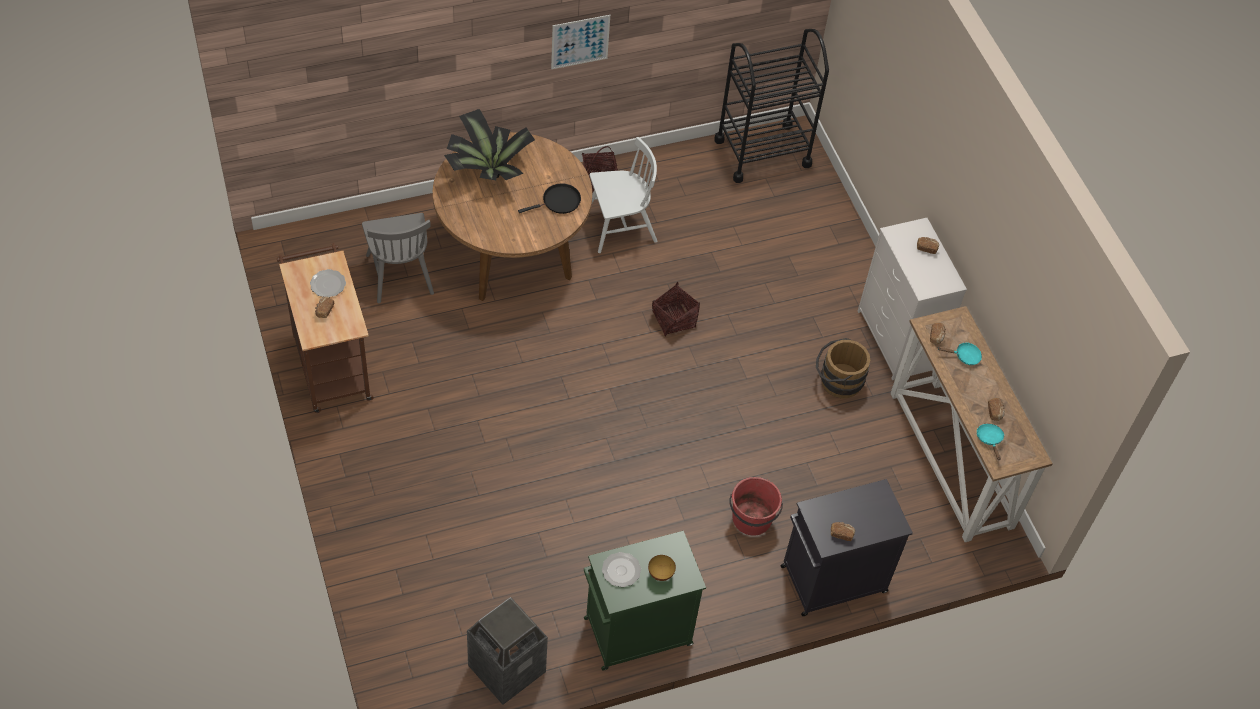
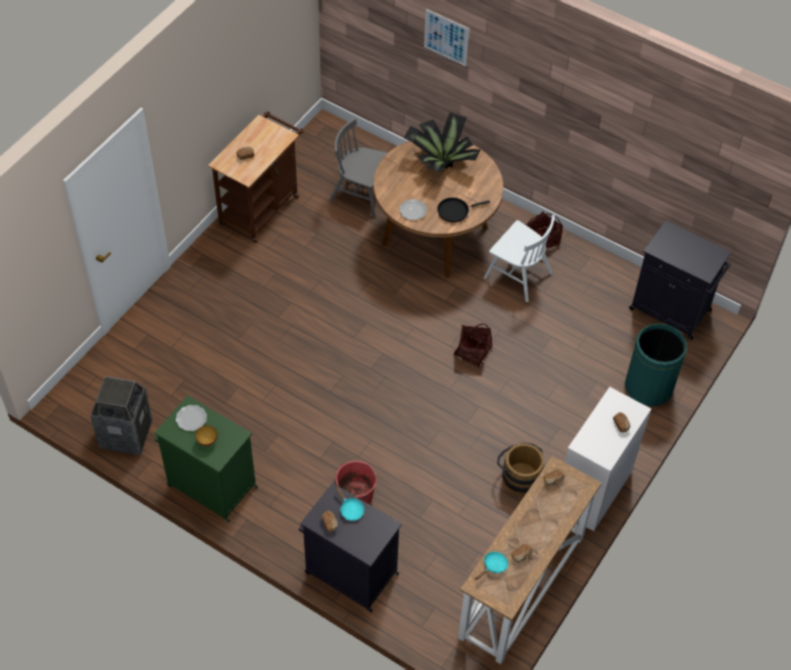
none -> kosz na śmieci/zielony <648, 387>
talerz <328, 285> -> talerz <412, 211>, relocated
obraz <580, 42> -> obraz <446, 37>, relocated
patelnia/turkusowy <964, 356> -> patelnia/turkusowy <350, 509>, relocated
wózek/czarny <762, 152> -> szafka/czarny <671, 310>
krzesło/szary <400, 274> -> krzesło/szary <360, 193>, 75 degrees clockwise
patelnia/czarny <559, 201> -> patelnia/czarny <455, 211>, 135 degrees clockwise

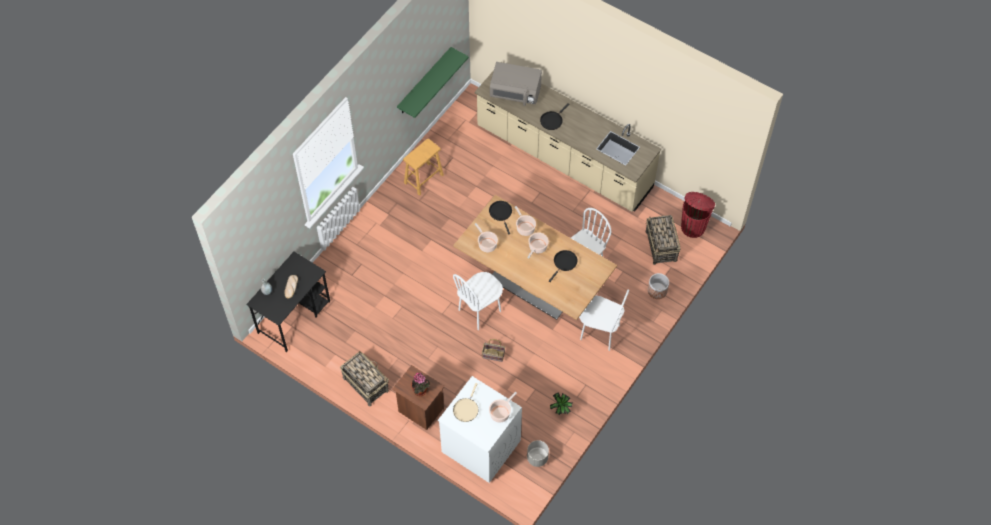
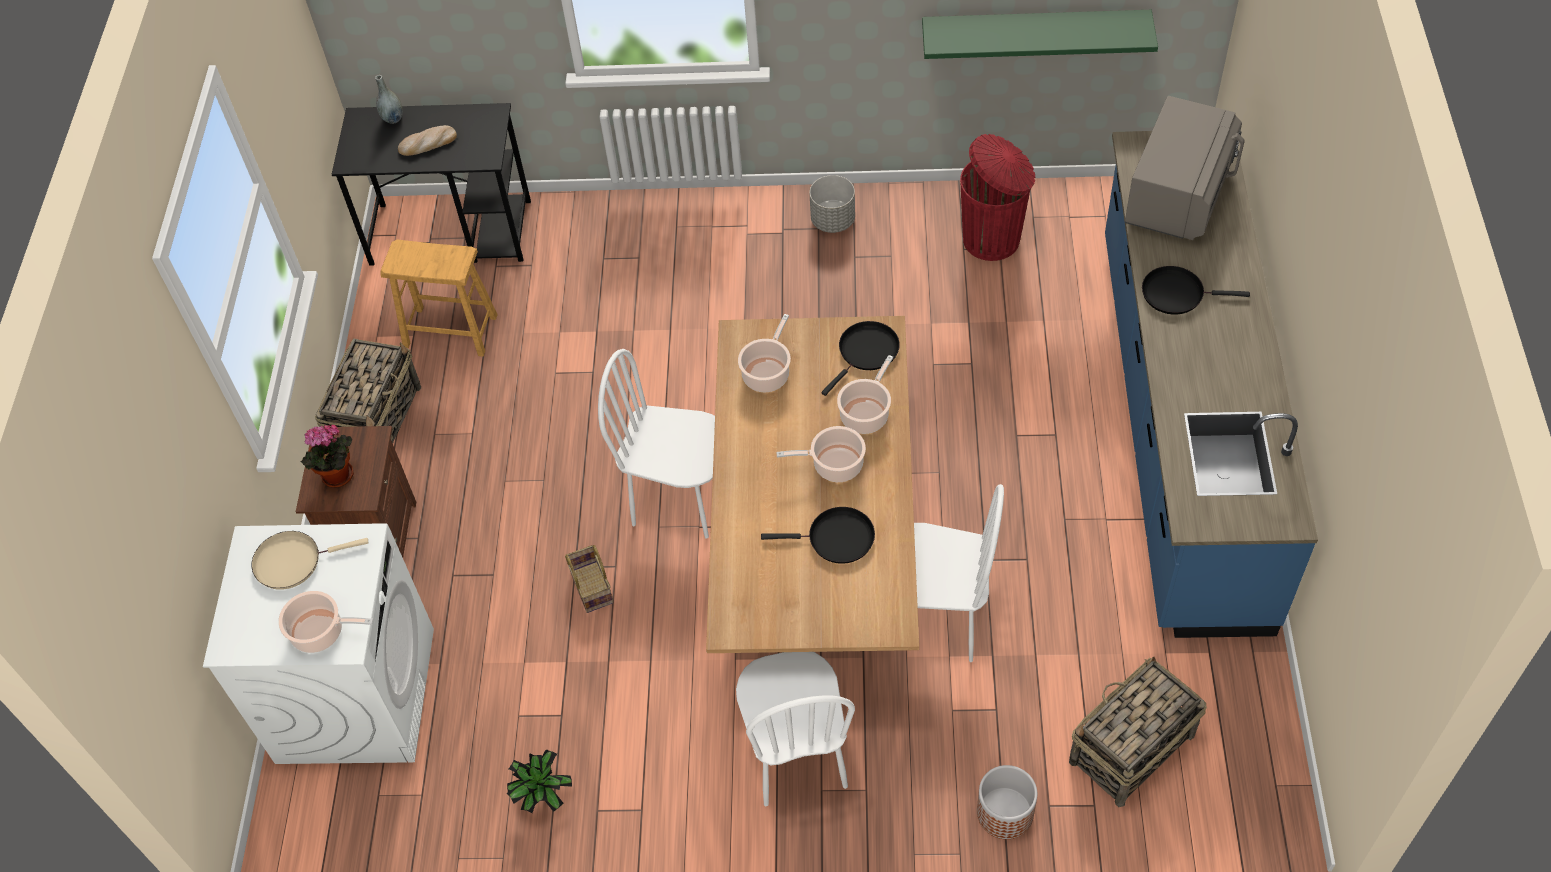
stołek/brązowy <423, 179> -> stołek/brązowy <450, 331>, relocated
donica/szary <537, 458> -> donica/szary <833, 220>, relocated
kosz na śmieci/czerwony <693, 226> -> kosz na śmieci/czerwony <993, 239>, relocated
zabudowa kuchenna/beżowy <563, 158> -> zabudowa kuchenna/niebieski <1179, 425>
mikrofalówka/szary <515, 93> -> mikrofalówka/szary <1179, 195>, 135 degrees counterclockwise

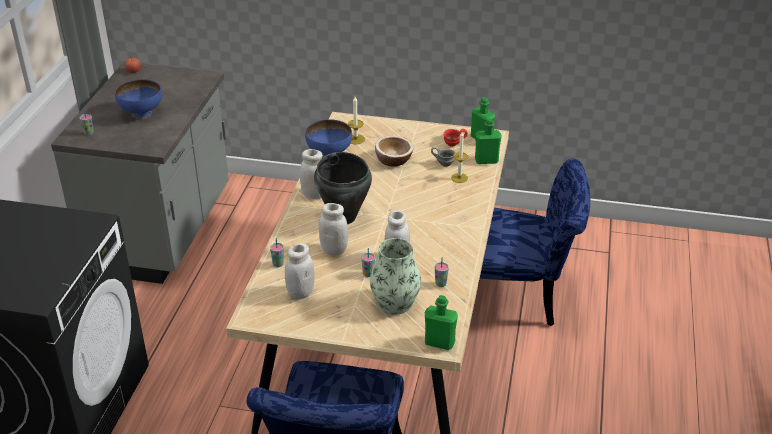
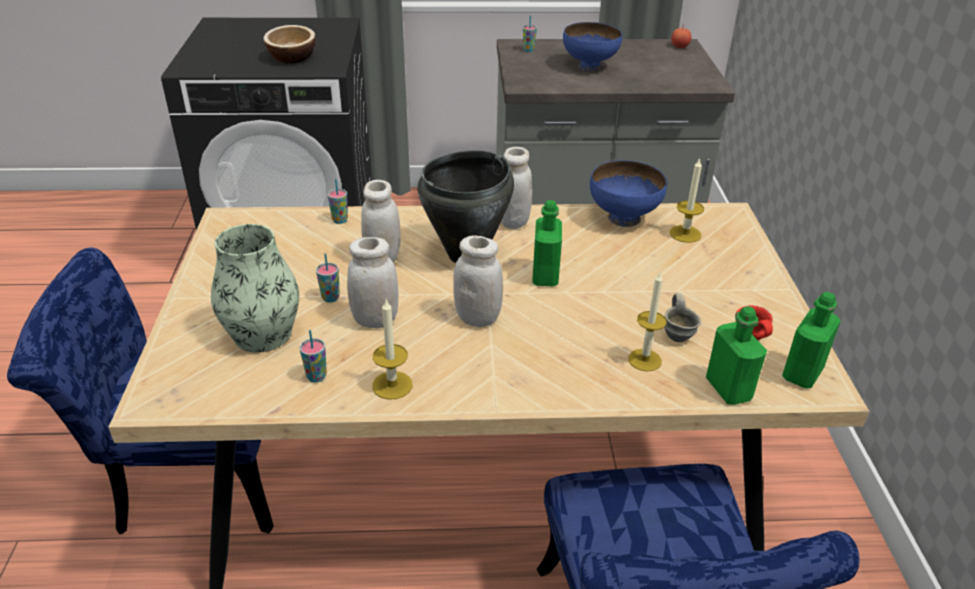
none -> świeca <392, 385>
słoik/biały <300, 293> -> słoik/biały <478, 318>, relocated
miska <393, 160> -> miska <292, 58>, relocated
butelka/zielony <439, 343> -> butelka/zielony <545, 276>, relocated

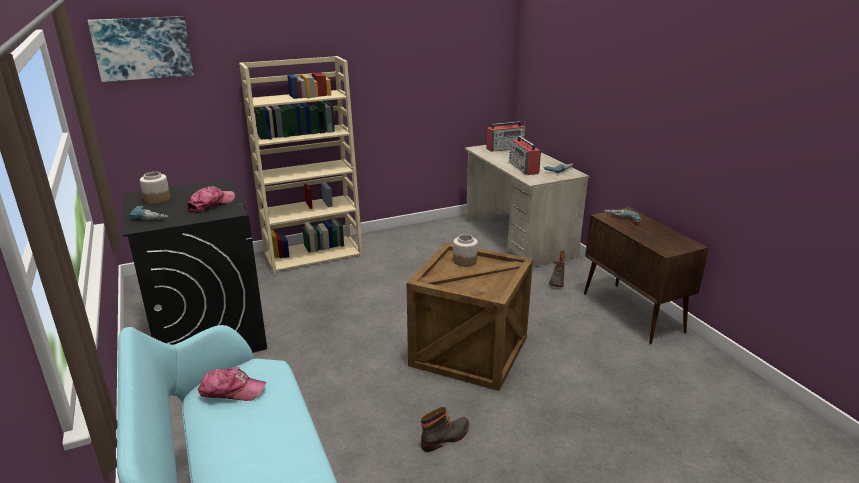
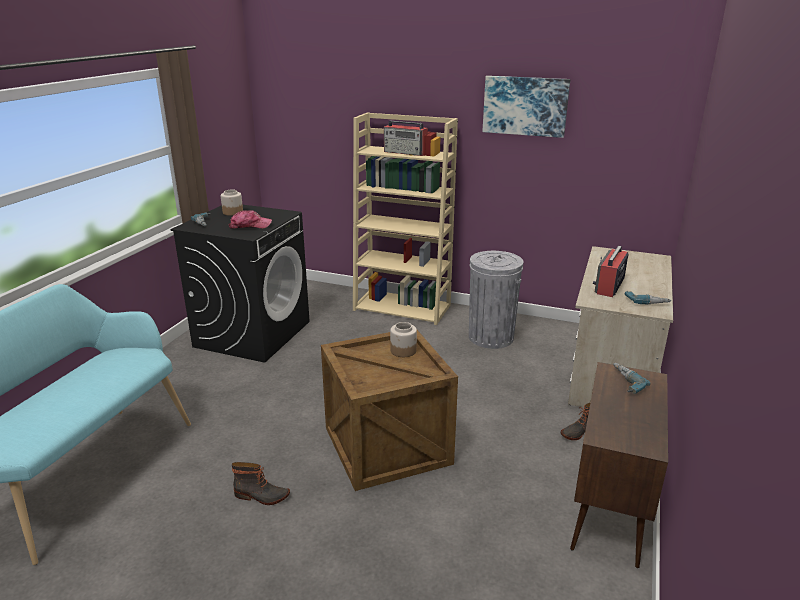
czapka z daszkiem <232, 390> -> none
none -> kosz na śmieci/szary <491, 337>
obraz <143, 48> -> obraz <525, 106>, relocated
radio <505, 148> -> radio <406, 152>, relocated

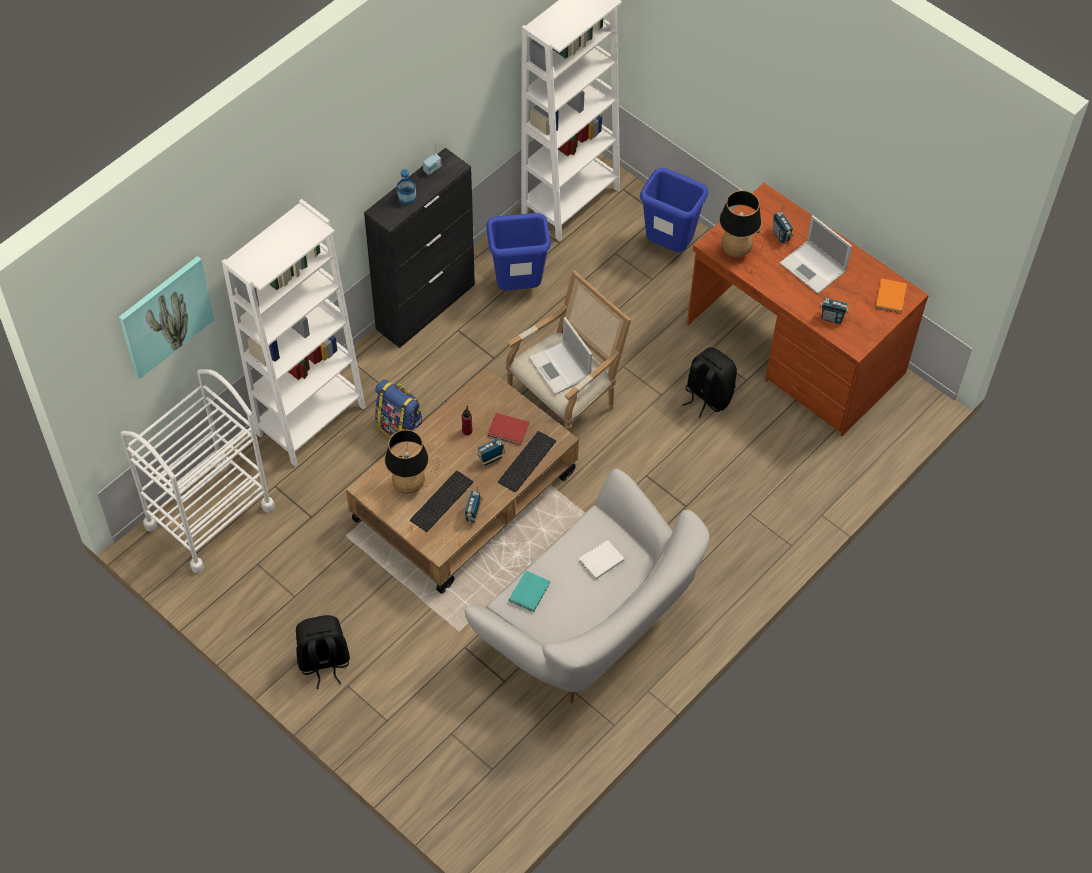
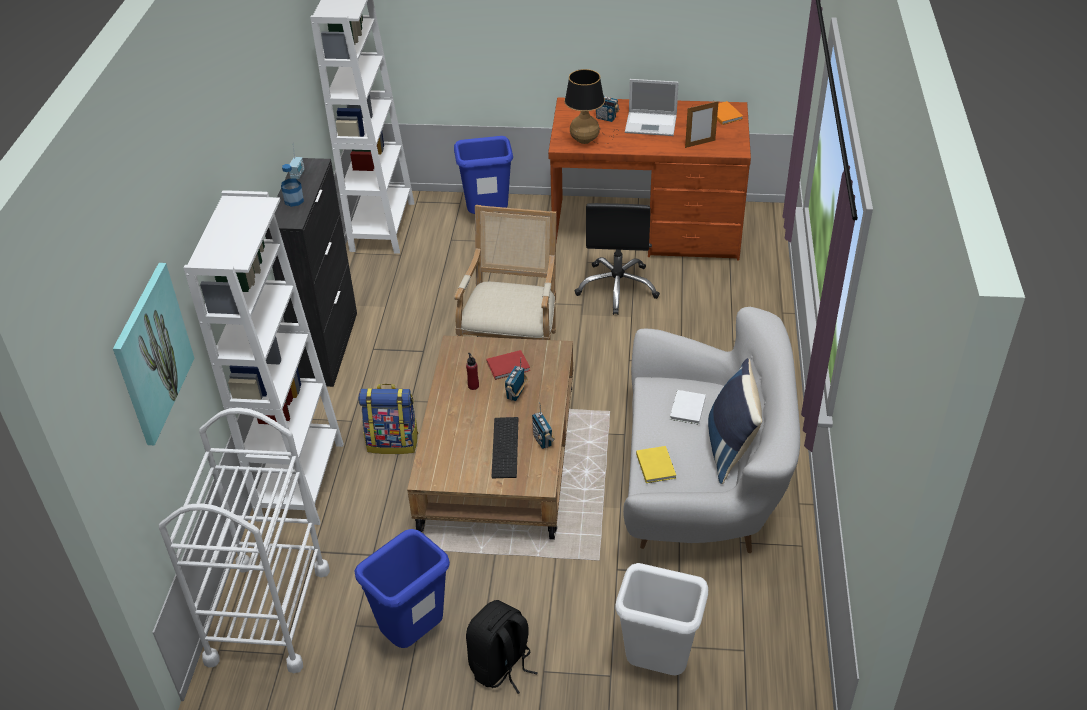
lampa stołowa <412, 482> -> none
klawiatura <527, 463> -> none
laptop <560, 368> -> none
none -> kosz na śmieci/biały <656, 665>
none -> poduszka/niebieski <731, 449>
kosz na śmieci/niebieski <519, 287> -> kosz na śmieci/niebieski <414, 635>, relocated
plecak/czarny <707, 396> -> krzesło biurowe/czarny <617, 287>
radio <831, 318> -> ramka na zdjęcie <700, 144>
książka/turkusowy <530, 591> -> książka/żółty <656, 465>

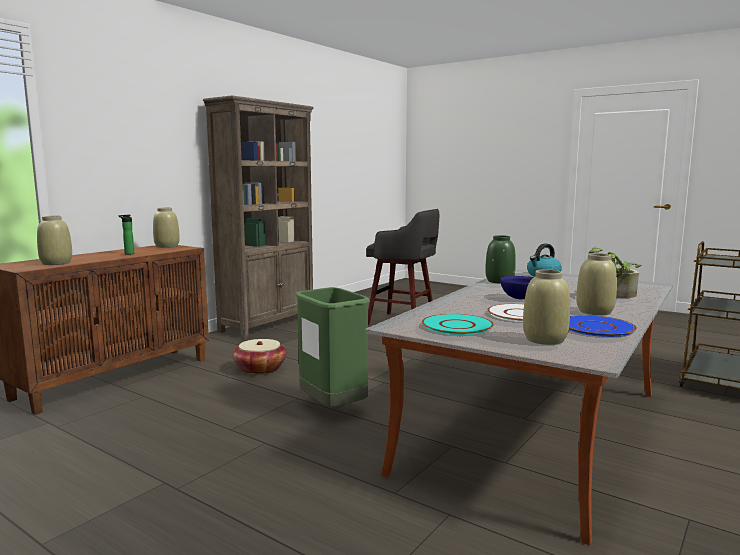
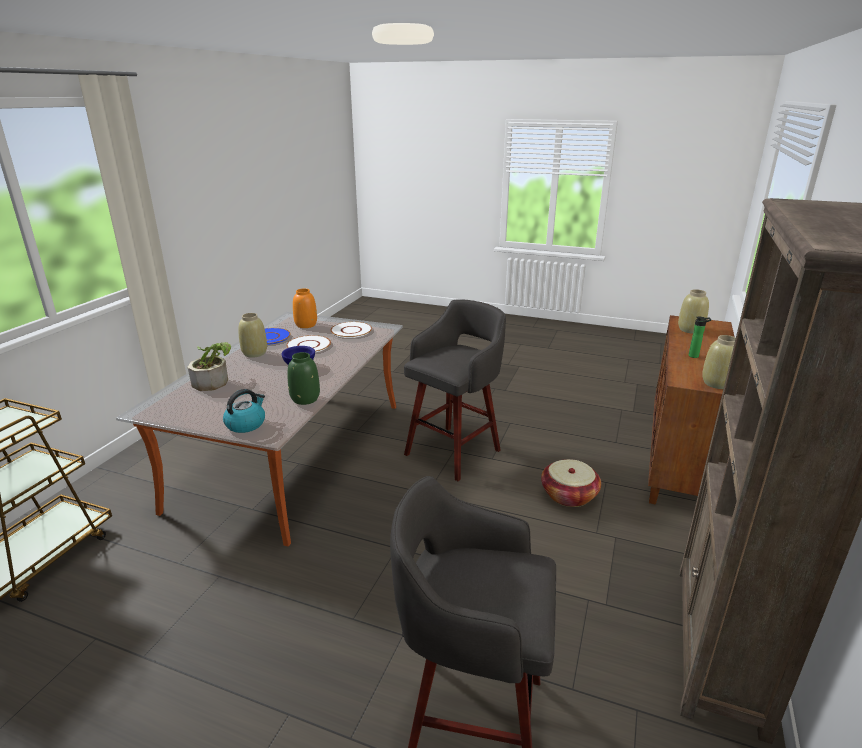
kosz na śmieci/zielony <332, 408> -> stołek/szary <455, 451>
talerz/turkusowy <457, 326> -> talerz/biały <351, 330>
wazon/beżowy <545, 340> -> wazon/pomarańczowy <305, 325>

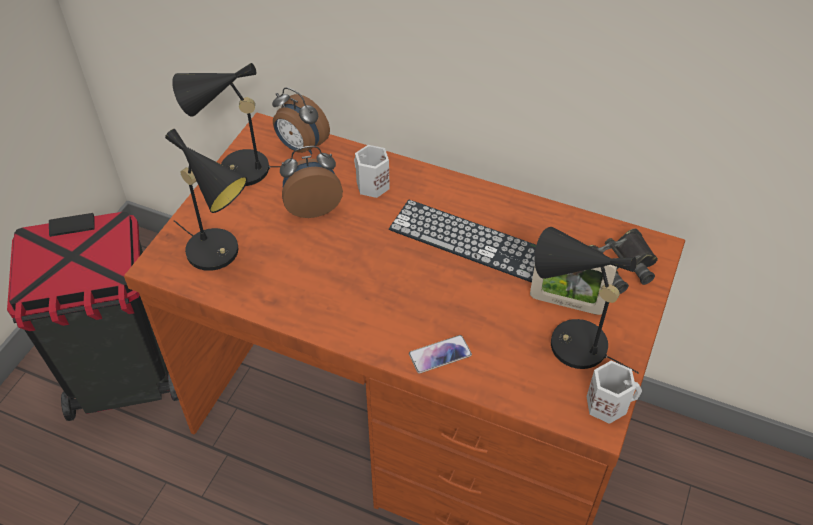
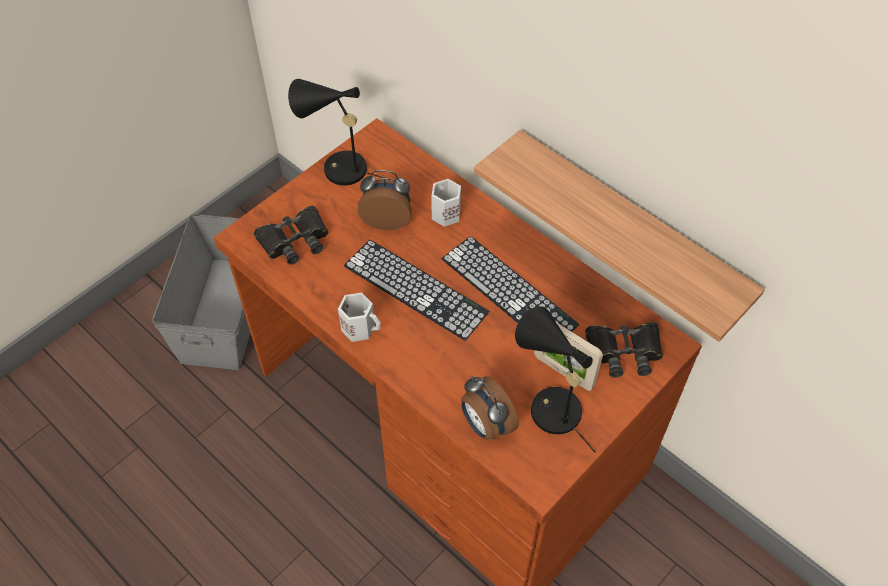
telefon <440, 354> -> none
none -> klawiatura <415, 289>
none -> półka <628, 230>
budzik <301, 147> -> budzik <486, 425>, relocated
kubek/biały <607, 403> -> kubek/biały <360, 327>, relocated
kosz na śmieci/czarny <125, 379> -> pojemnik do przechowywania/szary <227, 311>
lampa stołowa/czarny <219, 254> -> lornetka/czarny <294, 240>

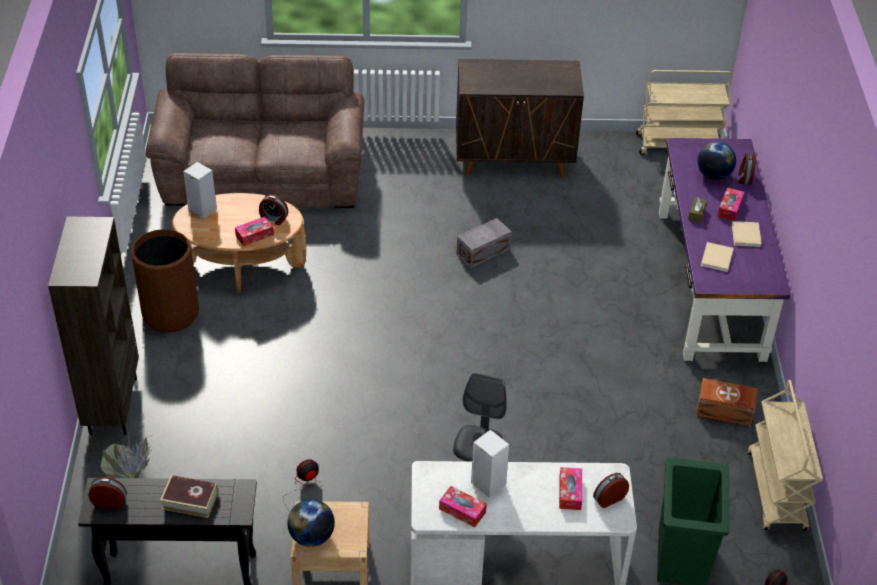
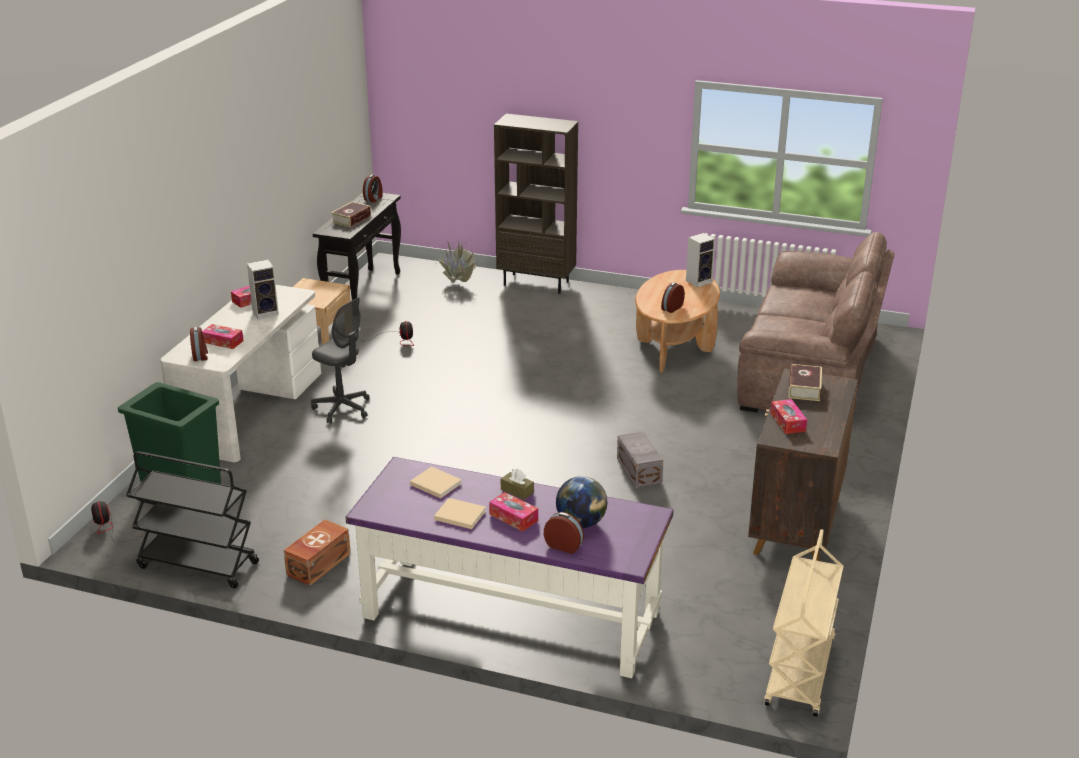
kosz na śmieci/brązowy <170, 313> -> none
globus <311, 537> -> none
none -> książka <804, 388>
pudełko chusteczek <254, 235> -> pudełko chusteczek <787, 422>, relocated
wózek/beżowy <776, 491> -> wózek/czarny <197, 565>

